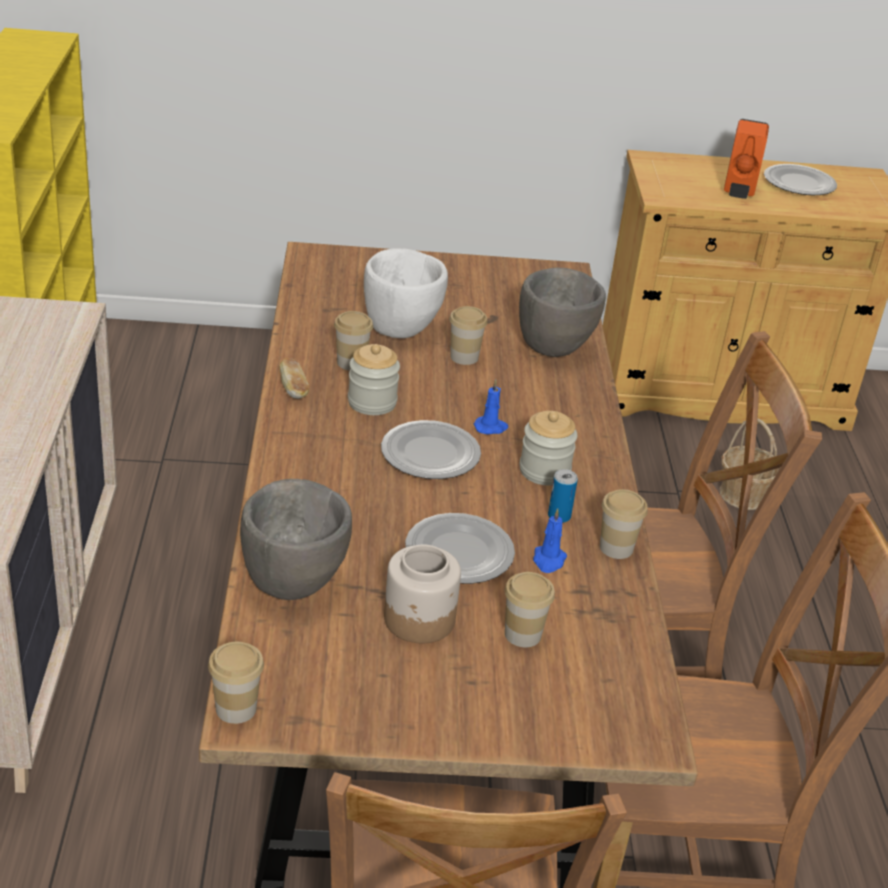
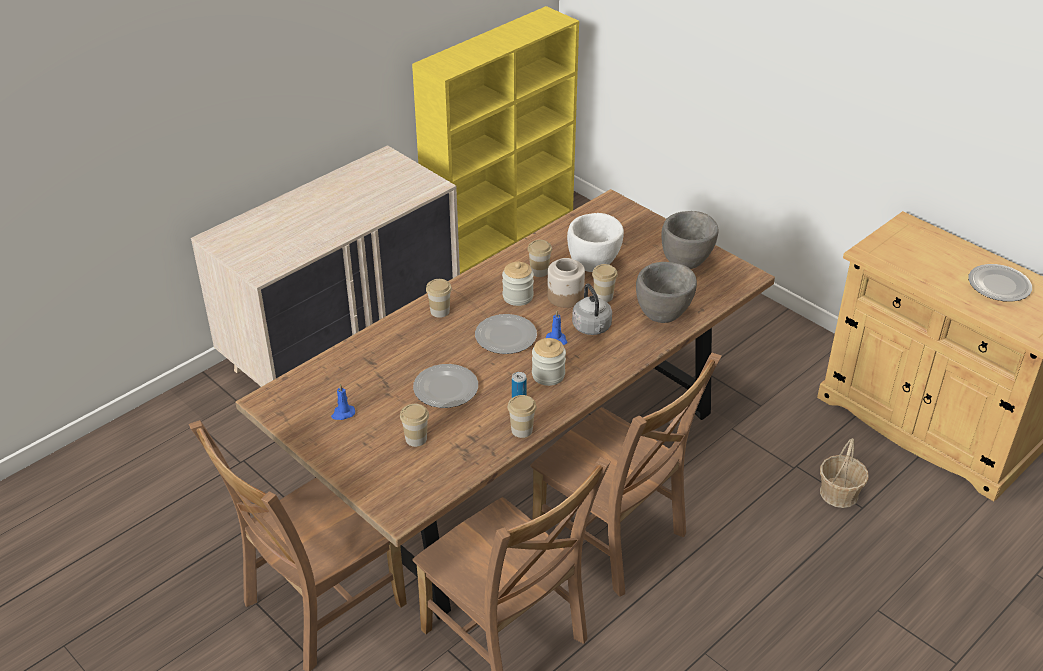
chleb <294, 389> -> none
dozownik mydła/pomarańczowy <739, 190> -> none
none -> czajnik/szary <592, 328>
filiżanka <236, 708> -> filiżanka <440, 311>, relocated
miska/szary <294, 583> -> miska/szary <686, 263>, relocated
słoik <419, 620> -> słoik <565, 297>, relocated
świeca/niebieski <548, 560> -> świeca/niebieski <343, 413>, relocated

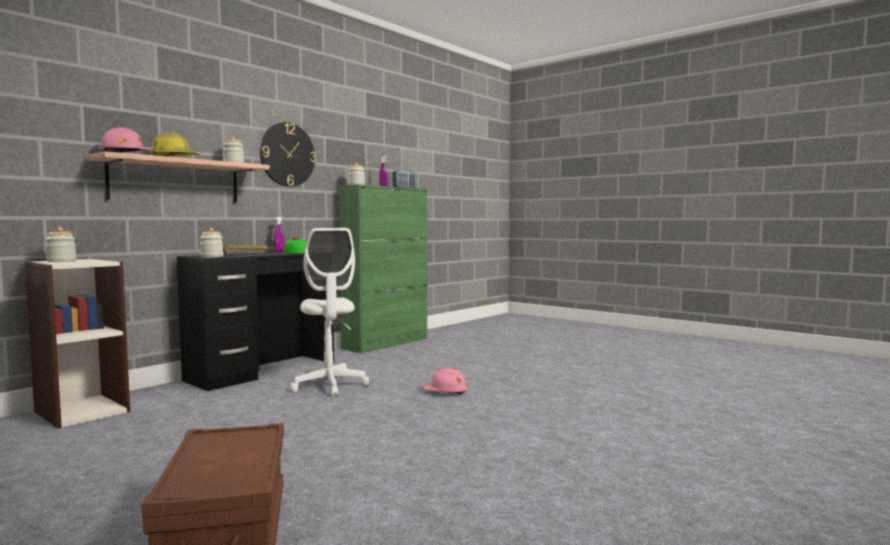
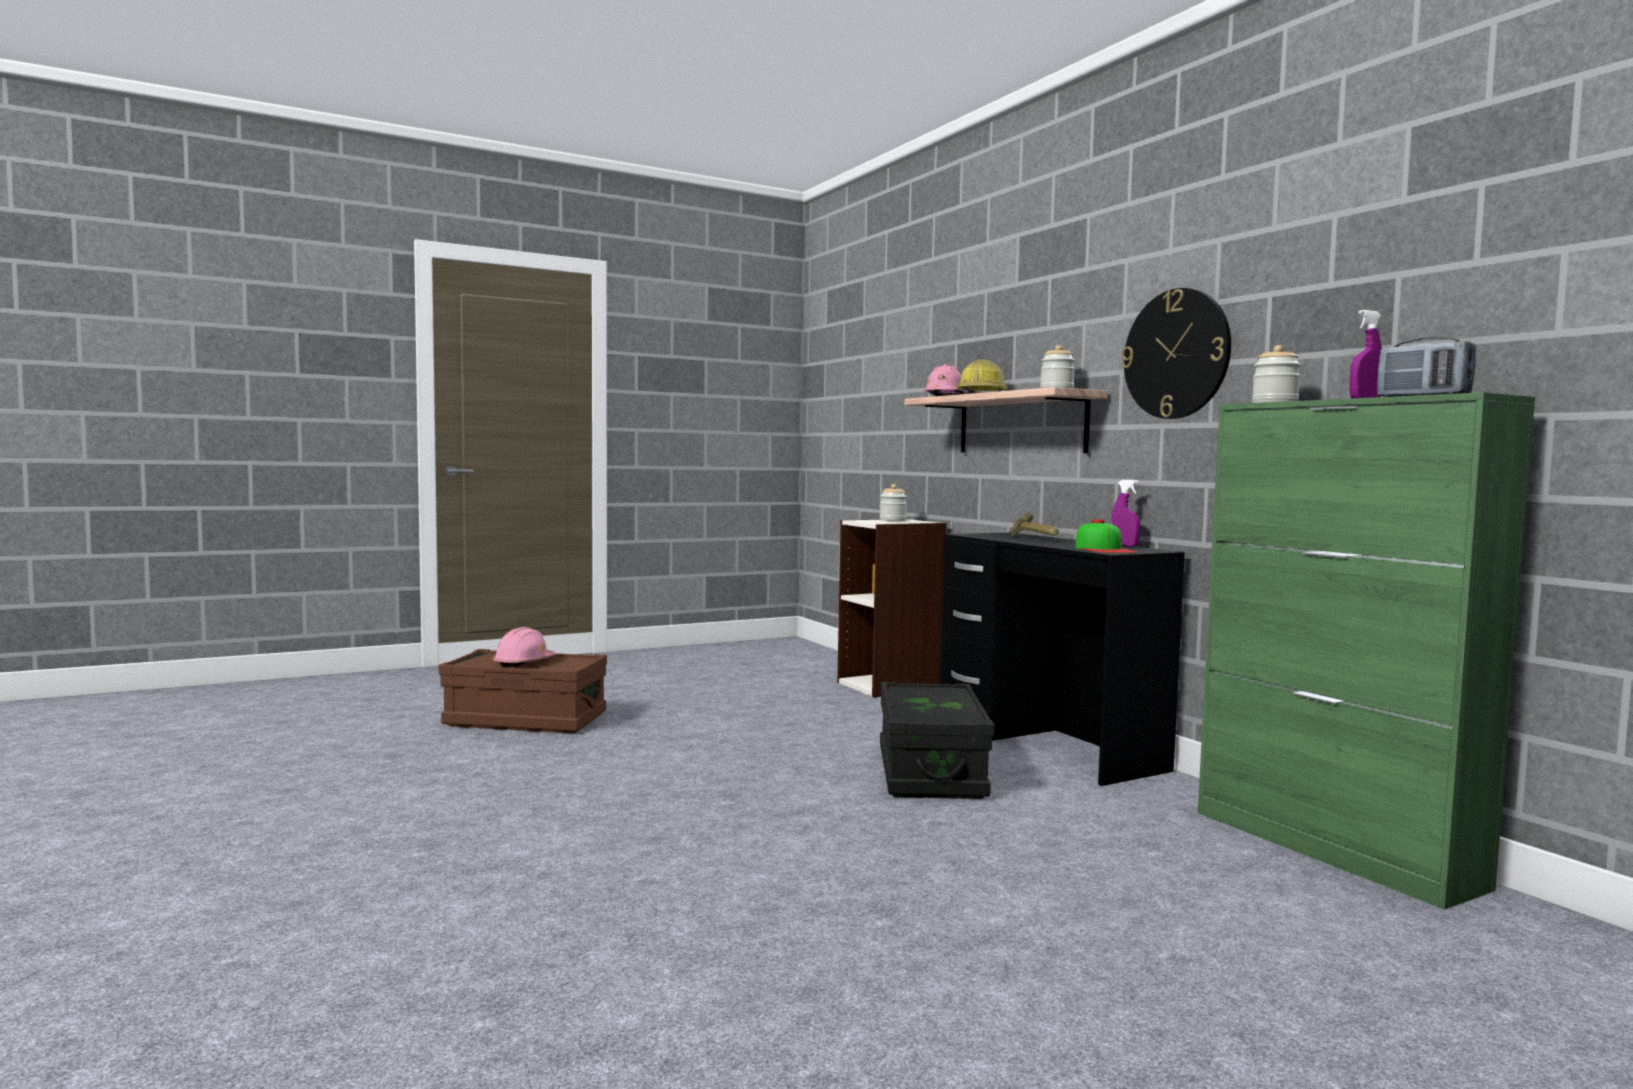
słoik <212, 257> -> none
kask/różowy <446, 392> -> kask/różowy <524, 663>, relocated
krzesło biurowe/biały <329, 385> -> pojemnik do przechowywania/czarny <930, 772>

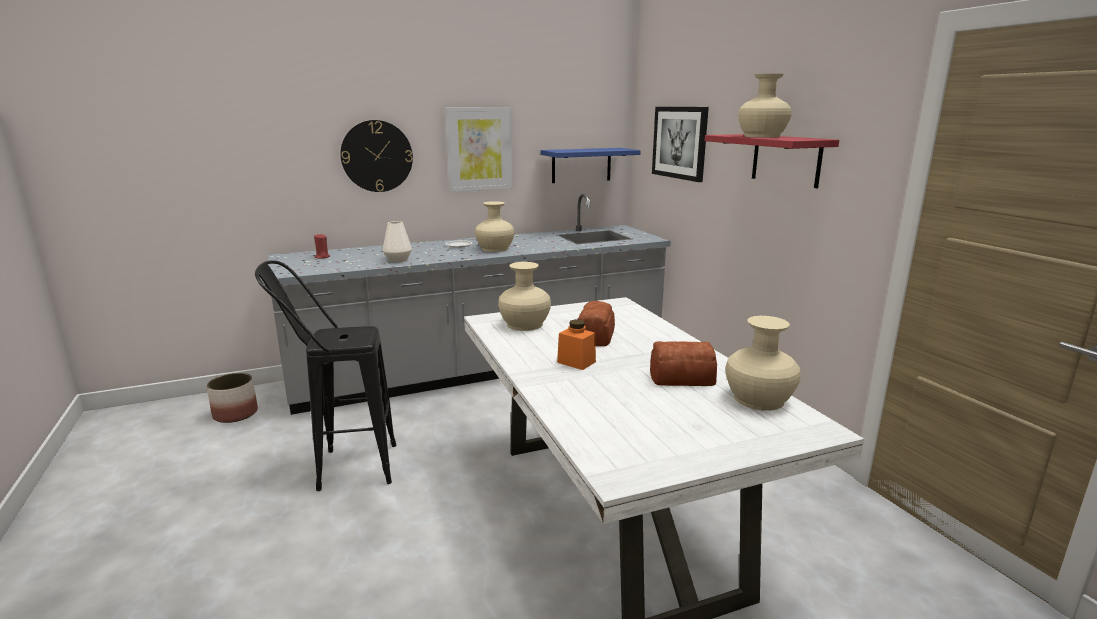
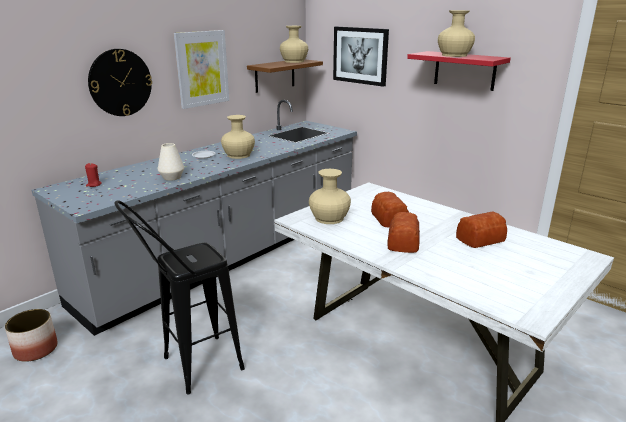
wazon/beżowy <759, 399> -> wazon/beżowy <294, 61>, relocated
słoik/pomarańczowy <576, 362> -> chleb <404, 242>
półka/niebieski <581, 165> -> półka/brązowy <275, 75>

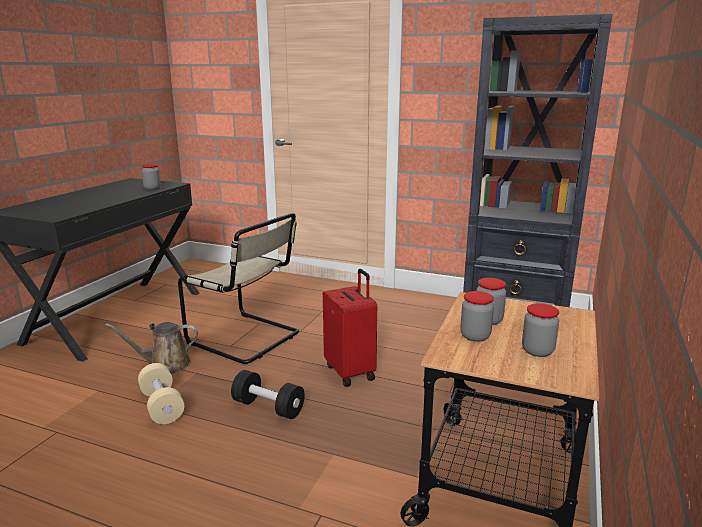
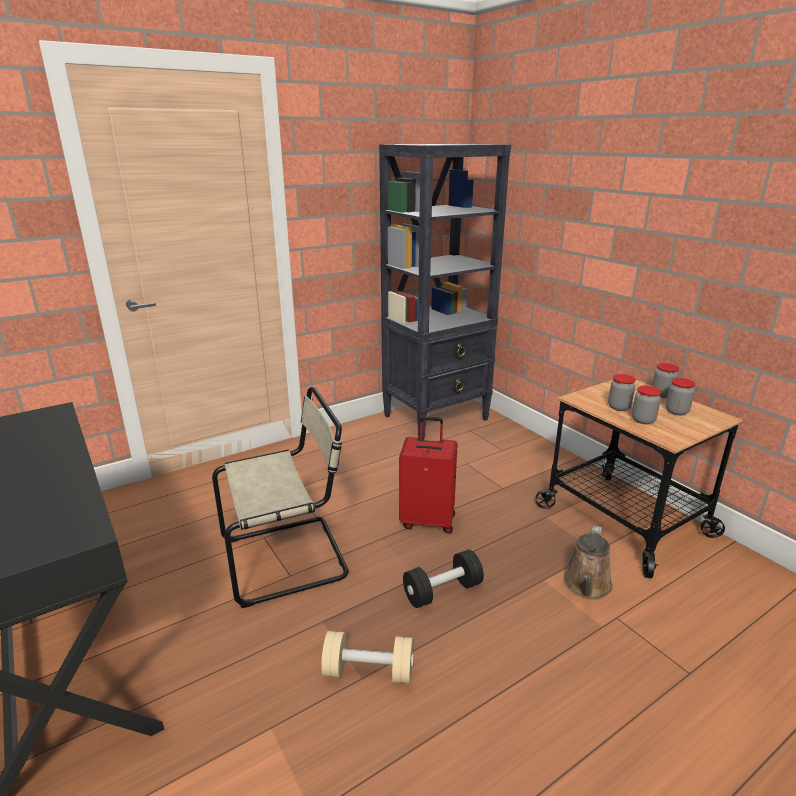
konewka/brązowy <165, 365> -> konewka/brązowy <586, 586>, relocated
słoik <152, 188> -> słoik <662, 395>, relocated

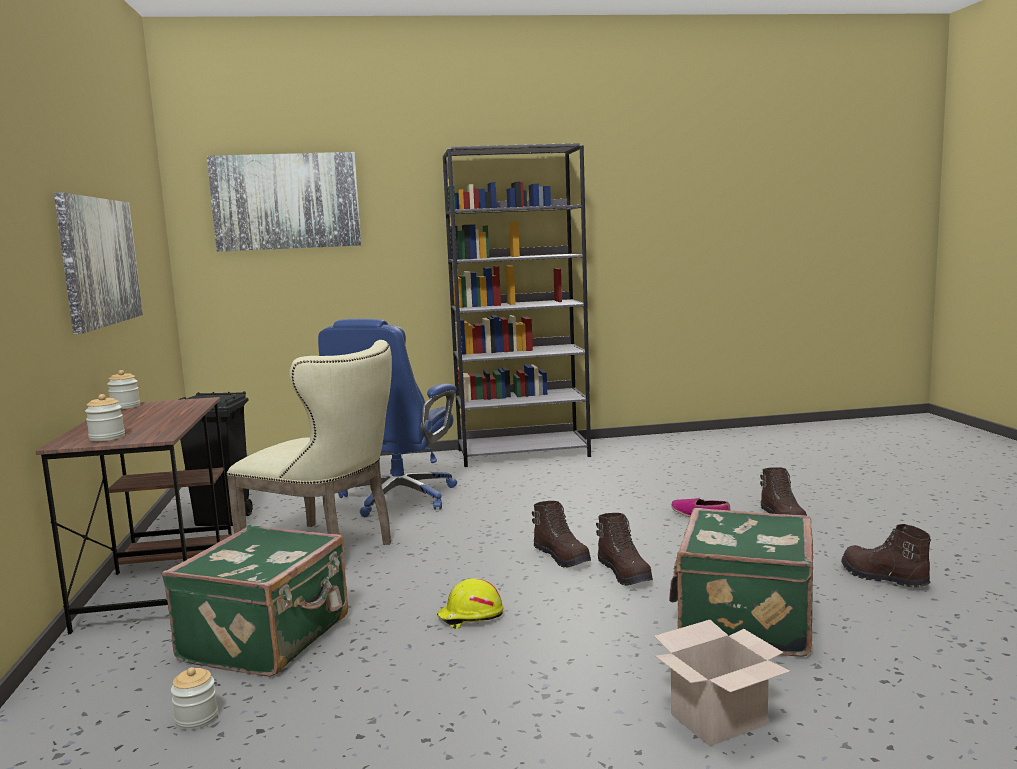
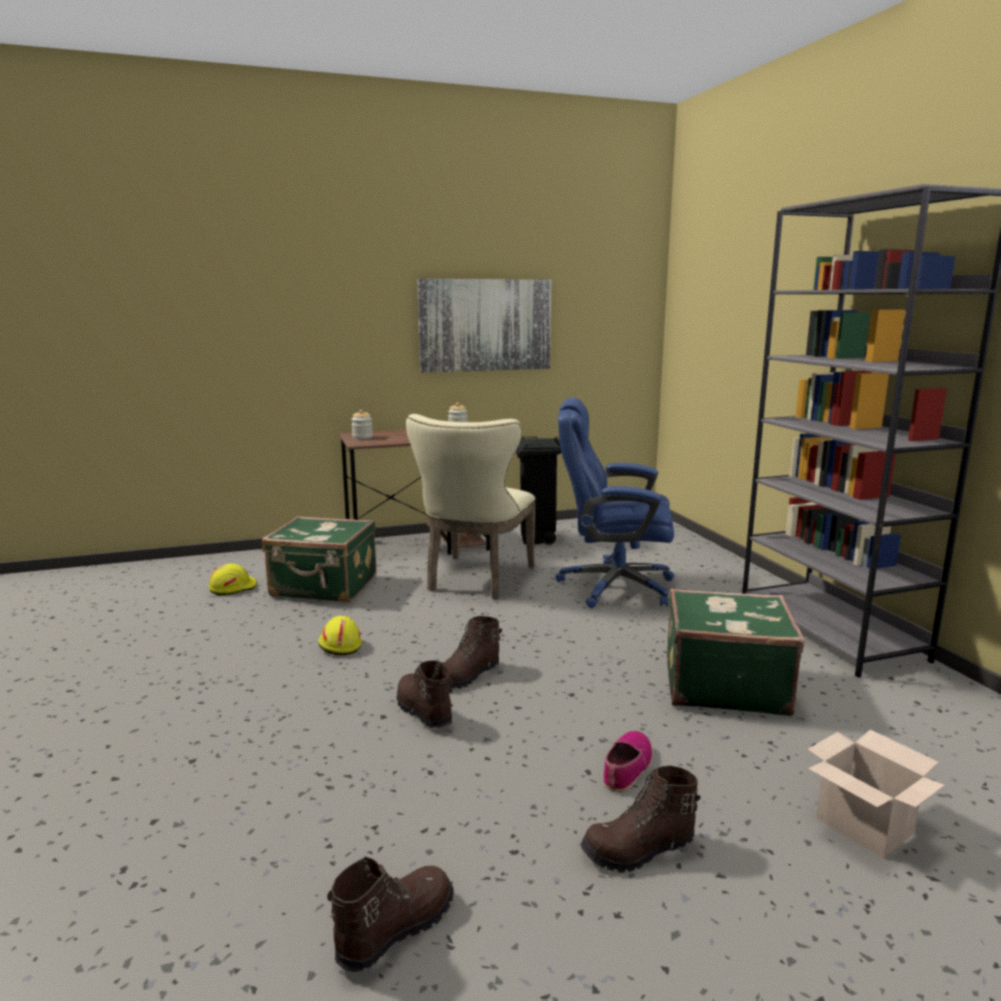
obraz <286, 201> -> none
karton <718, 721> -> karton <861, 825>, relocated
walizka/zielony <742, 621> -> walizka/zielony <723, 685>, relocated
słoik <196, 719> -> kask/żółty <233, 588>
but z cholewką/brązowy <625, 573> -> but z cholewką/brązowy <423, 711>, 90 degrees clockwise

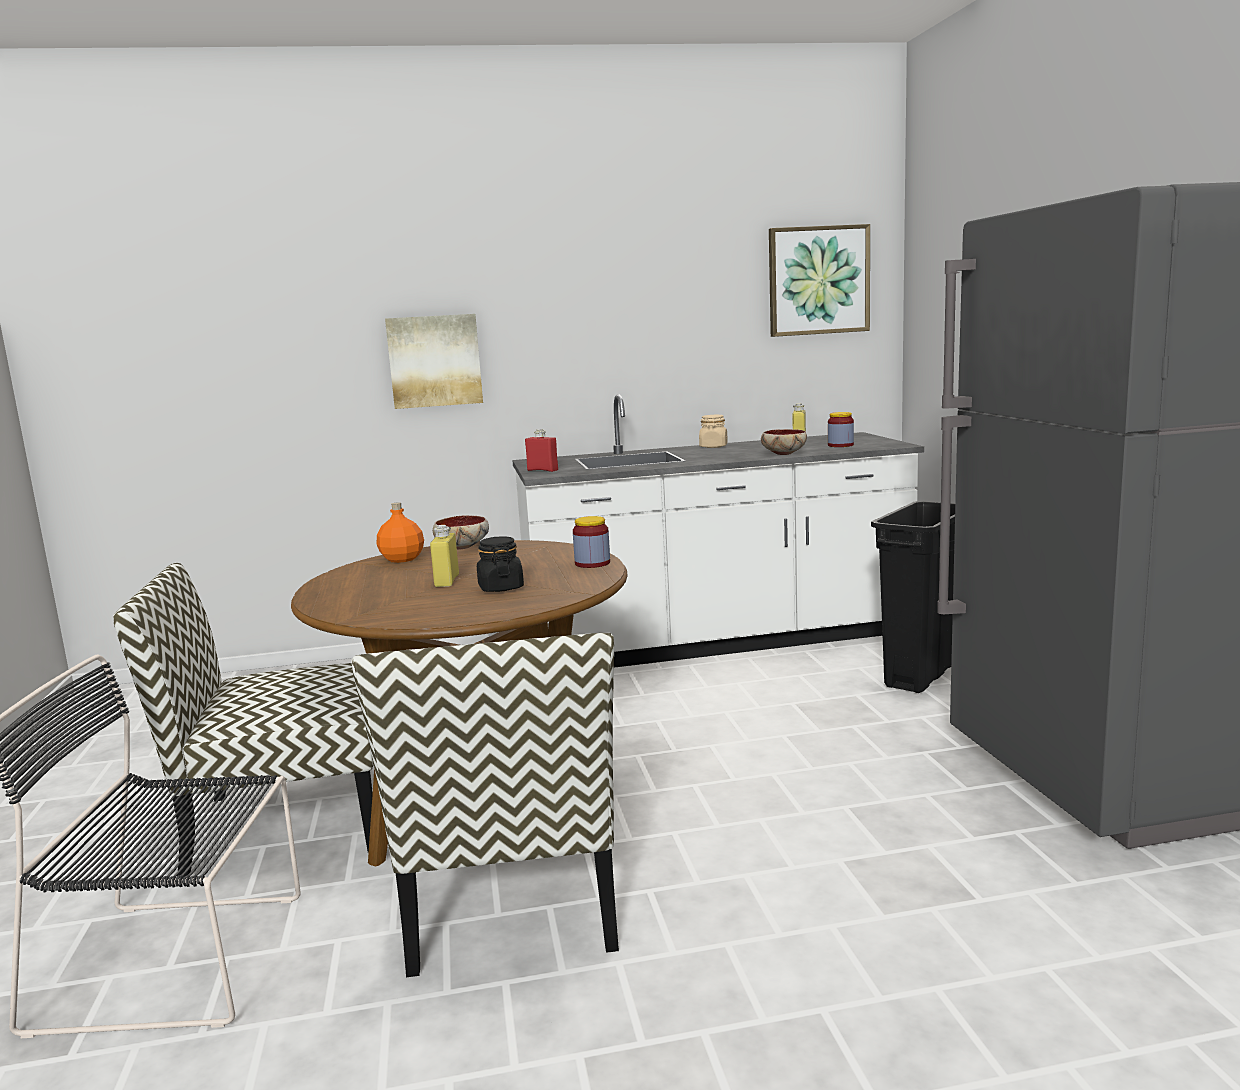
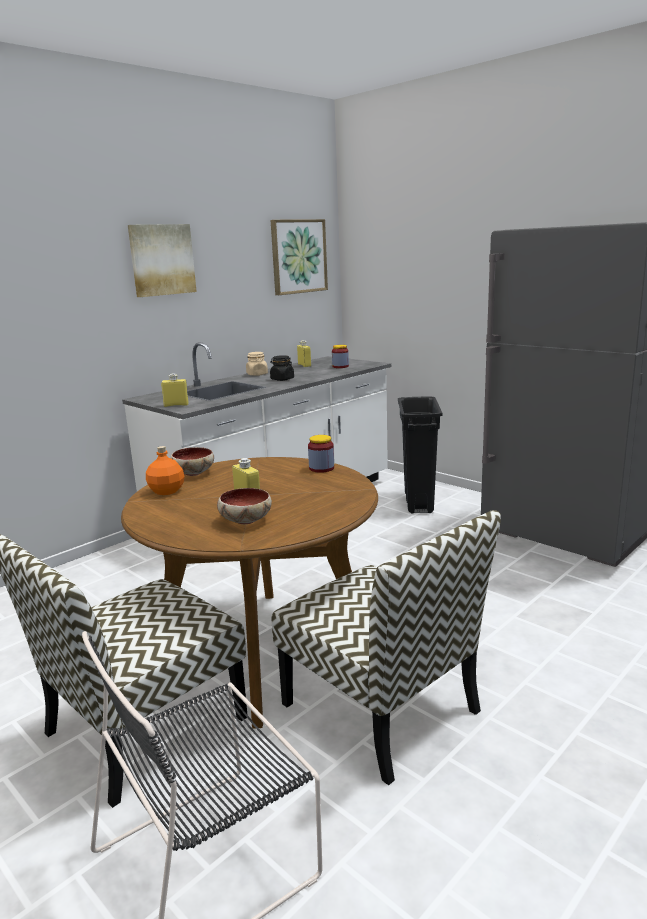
obraz <434, 361> -> obraz <161, 260>, relocated
słoik/czarny <500, 588> -> słoik/czarny <282, 379>, relocated
miska <783, 453> -> miska <245, 520>, relocated
butelka/czerwony <542, 470> -> butelka/żółty <176, 405>

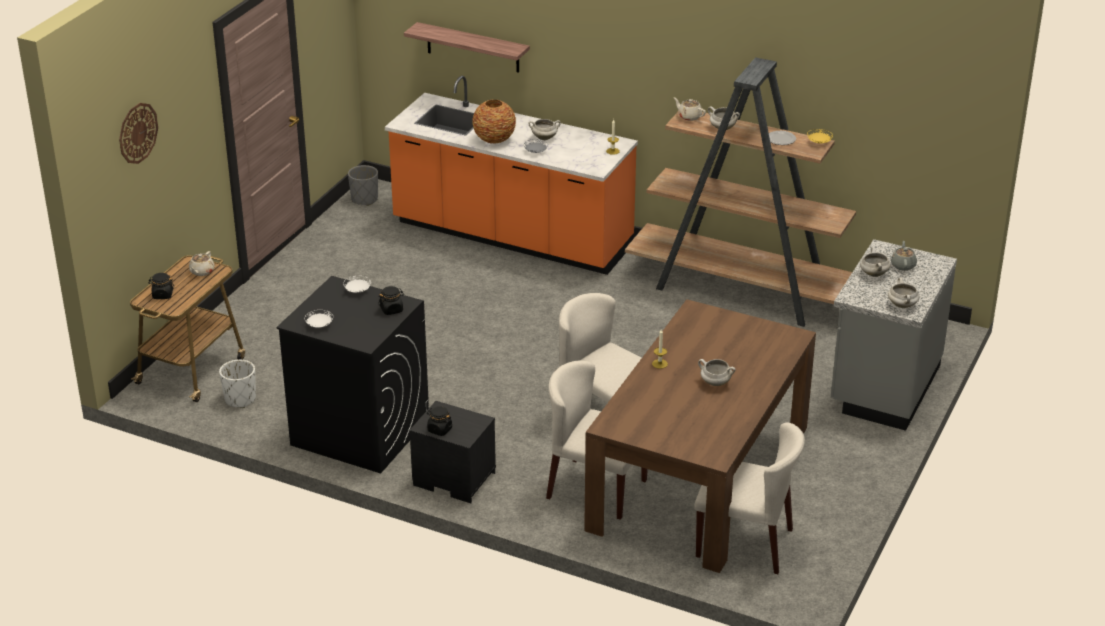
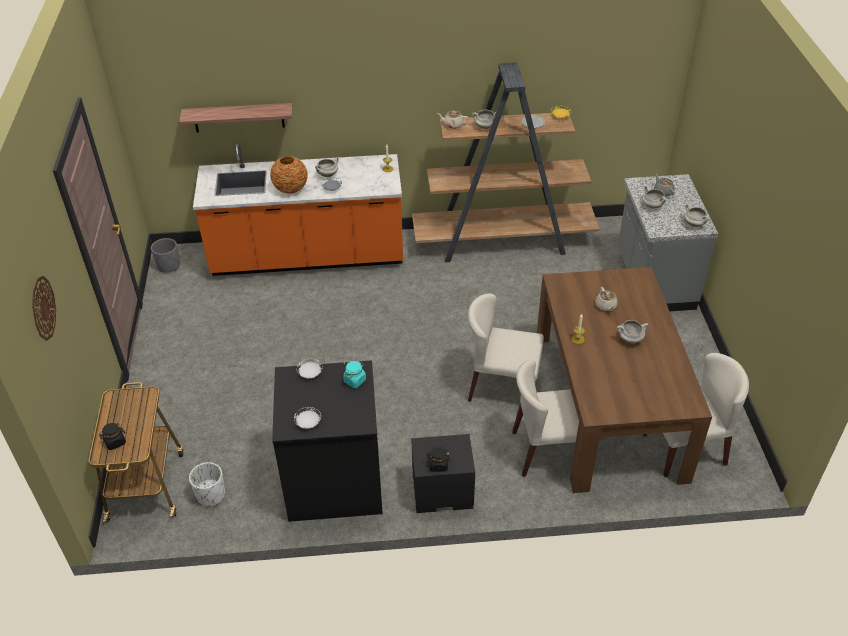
imbryk/beżowy <201, 272> -> imbryk/beżowy <605, 306>, relocated
słoik/czarny <391, 309> -> słoik/turkusowy <355, 380>

